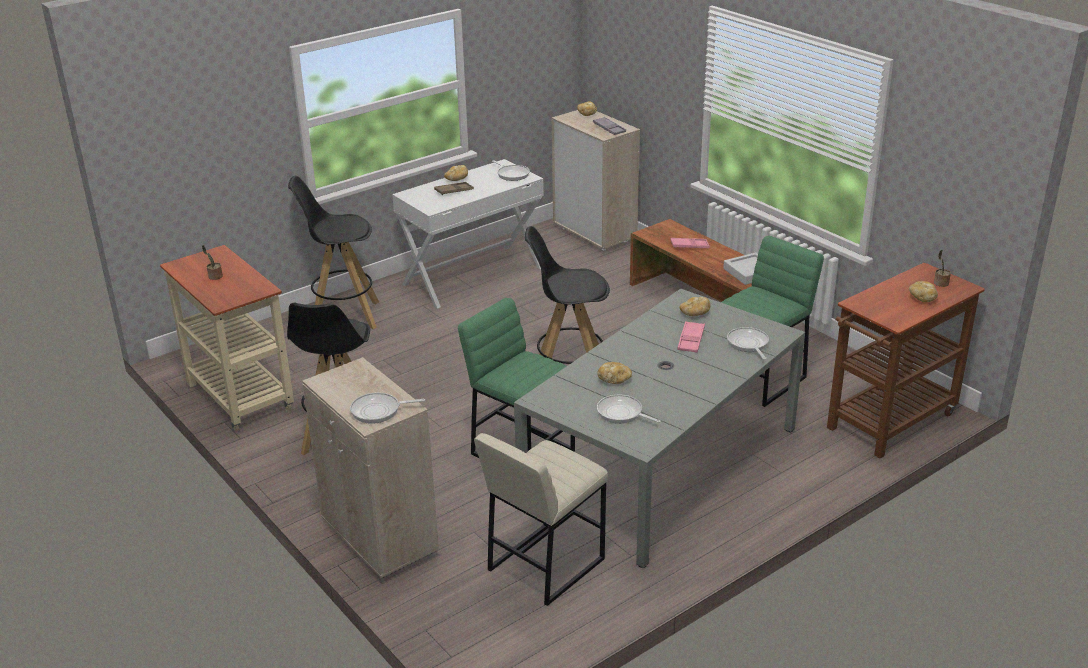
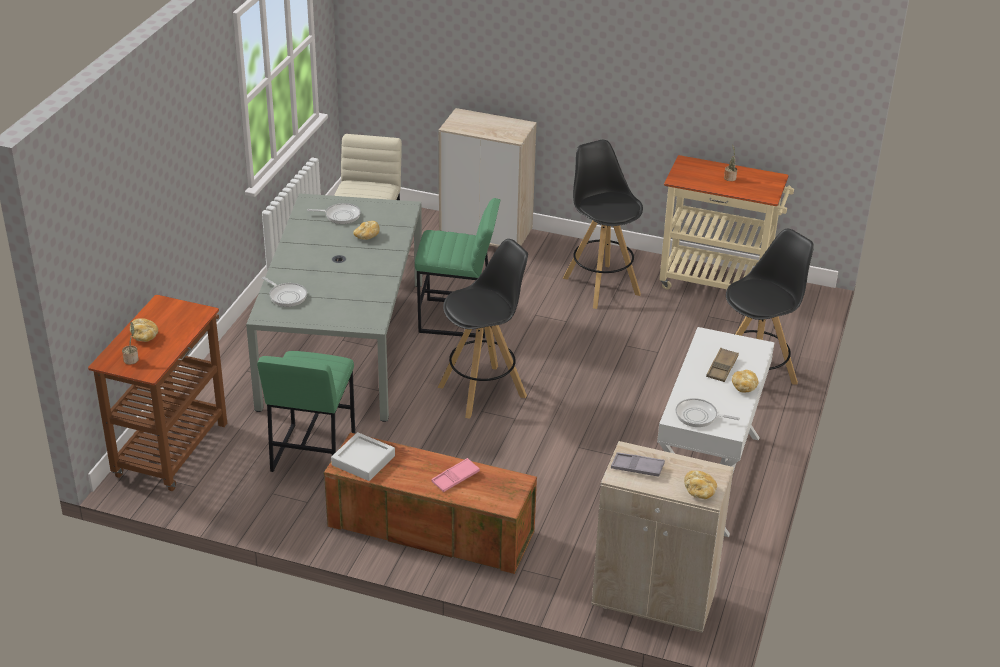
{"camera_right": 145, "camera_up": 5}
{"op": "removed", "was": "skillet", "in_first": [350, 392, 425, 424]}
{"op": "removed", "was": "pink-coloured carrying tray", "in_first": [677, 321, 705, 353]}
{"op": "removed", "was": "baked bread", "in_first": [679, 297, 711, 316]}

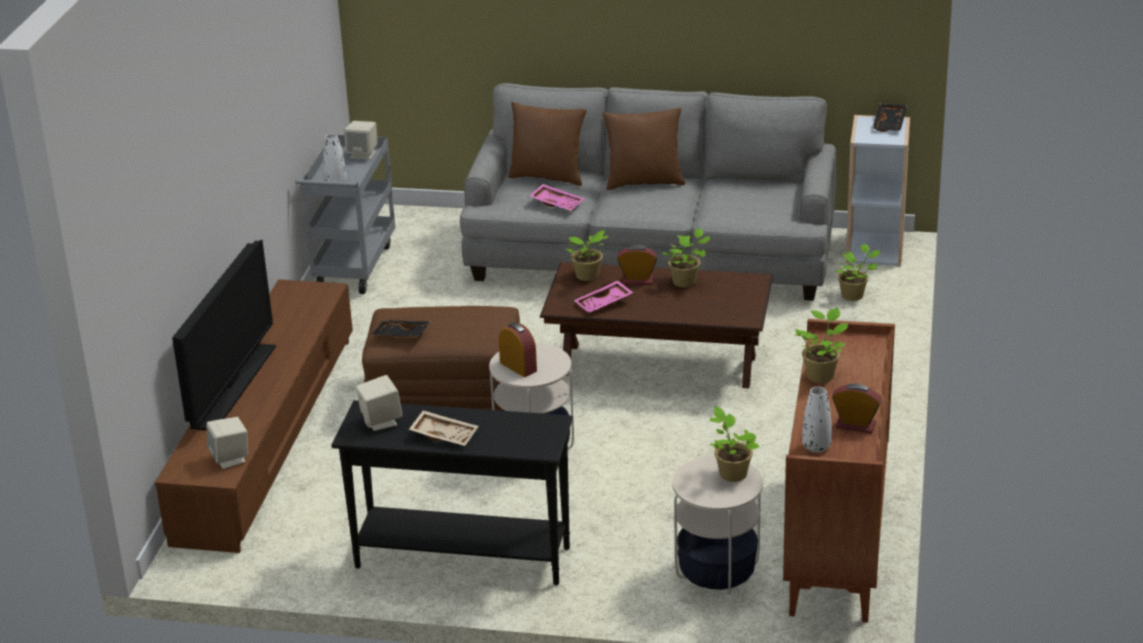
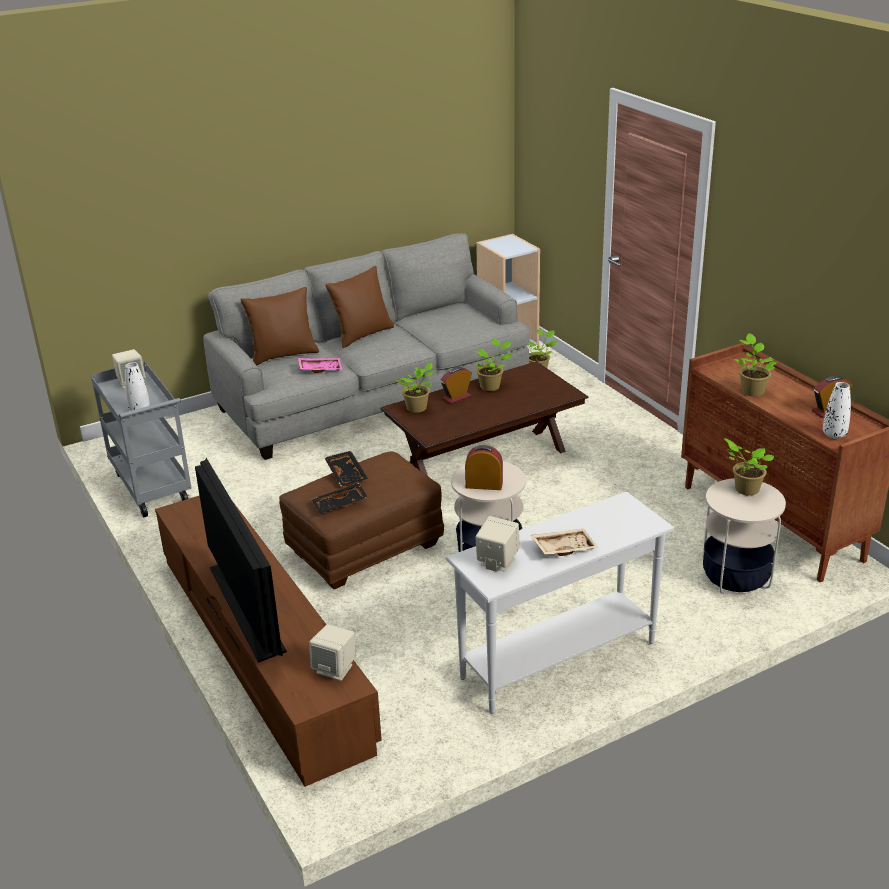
{"camera_right": -40, "camera_up": 0}
{"op": "moved", "was": "blackish carrying tray", "in_first": [872, 103, 907, 132], "in_second": [325, 451, 368, 486]}
{"op": "recoloured", "was": "blackish narrow table", "now": "white-coloured narrow table", "in_first": [331, 400, 573, 586], "in_second": [446, 491, 674, 714]}
{"op": "removed", "was": "pink-coloured carrying tray", "in_first": [574, 280, 633, 312]}

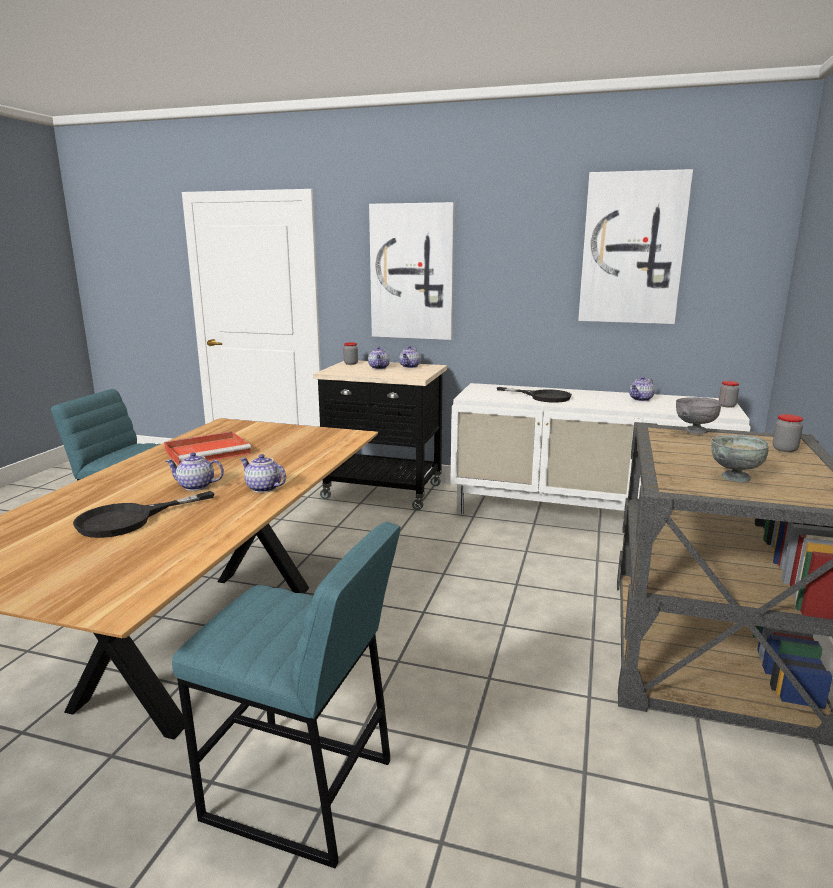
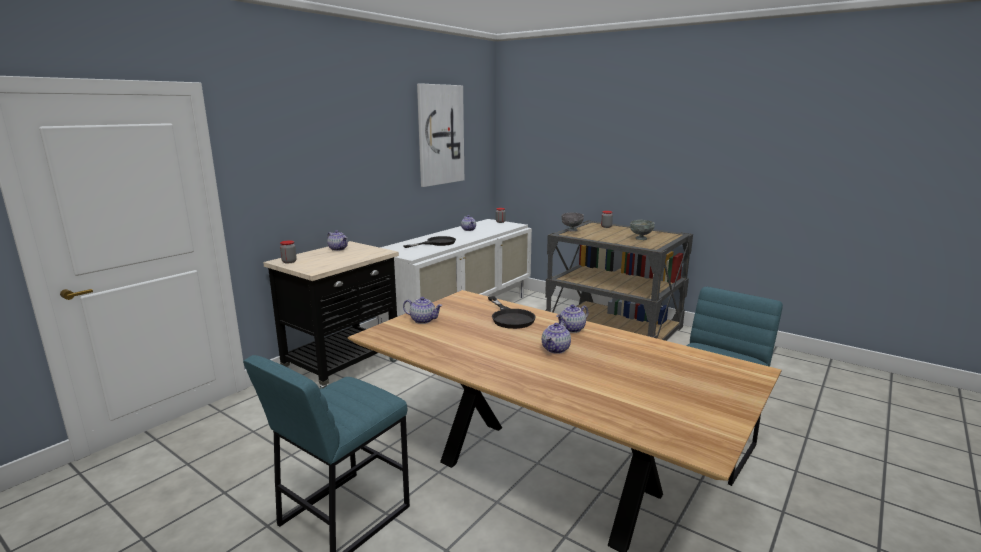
{"camera_right": -70, "camera_up": 0}
{"op": "moved", "was": "tea pot", "in_first": [368, 346, 390, 369], "in_second": [403, 297, 443, 324]}
{"op": "moved", "was": "blackish skillet", "in_first": [73, 491, 214, 538], "in_second": [488, 296, 536, 329]}
{"op": "removed", "was": "red carrying tray", "in_first": [164, 431, 251, 465]}
{"op": "removed", "was": "wall picture", "in_first": [369, 202, 455, 340]}

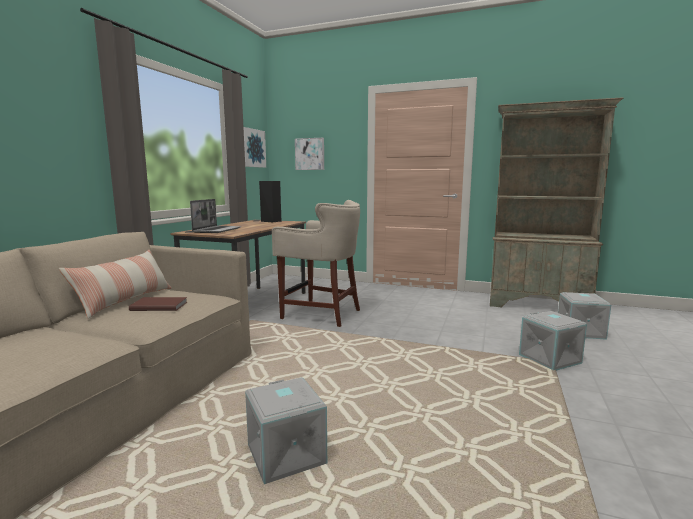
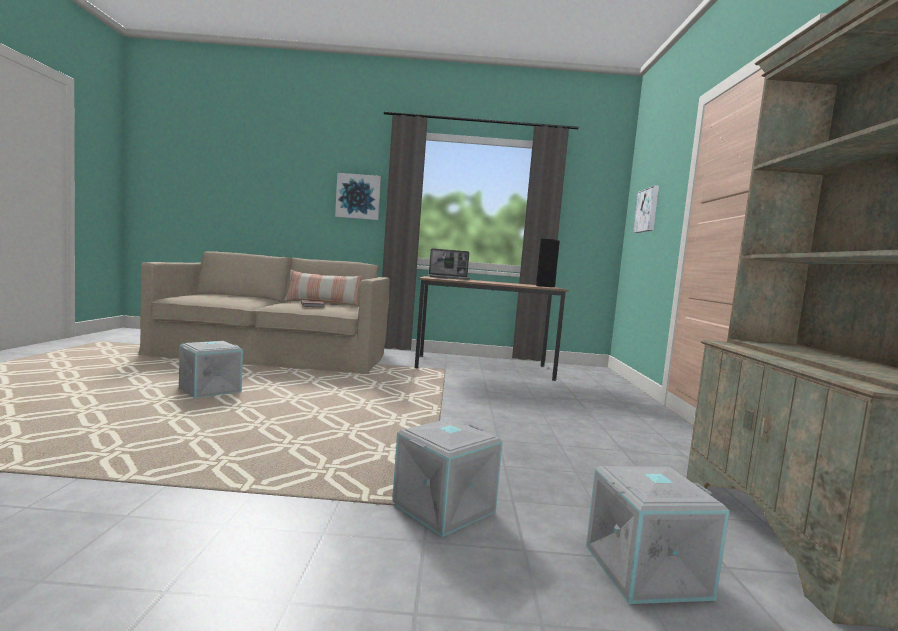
{"camera_right": 70, "camera_up": -5}
{"op": "moved", "was": "wall picture", "in_first": [243, 127, 266, 168], "in_second": [335, 173, 381, 220]}
{"op": "removed", "was": "beige stool", "in_first": [272, 200, 360, 327]}

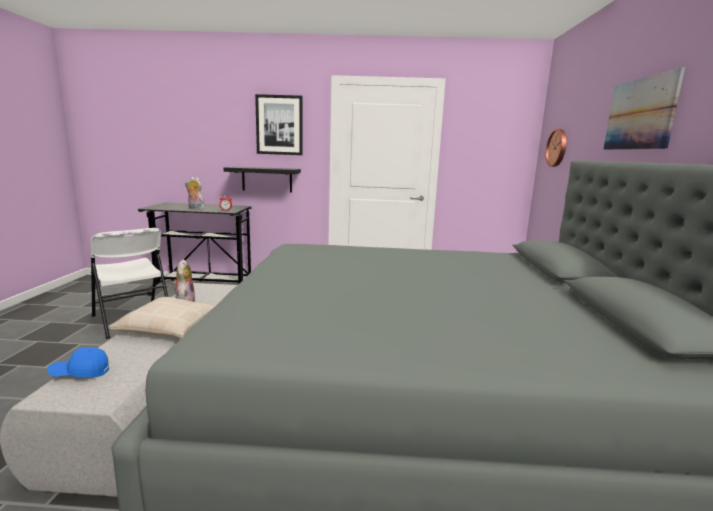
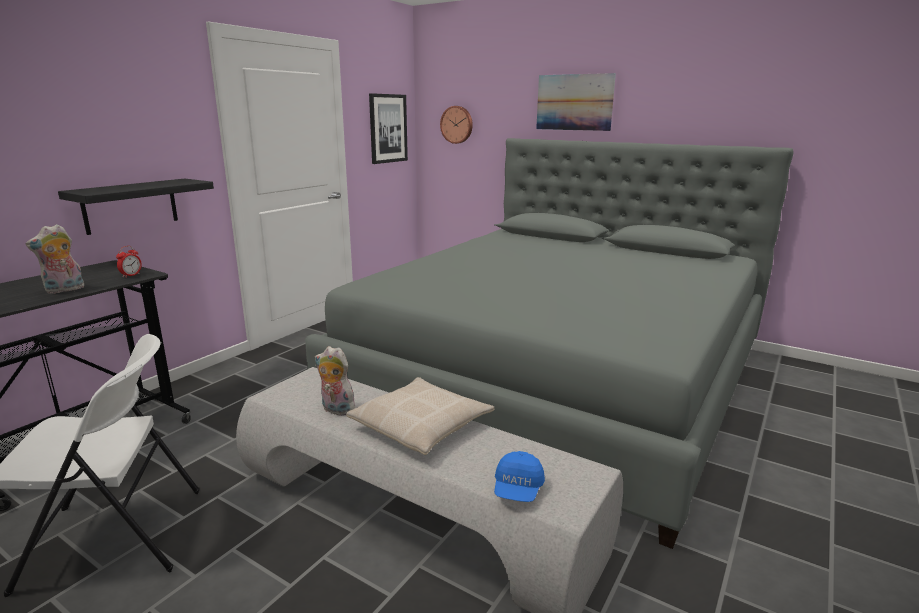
{"camera_right": -60, "camera_up": 5}
{"op": "moved", "was": "wall picture", "in_first": [255, 94, 303, 155], "in_second": [369, 93, 408, 164]}

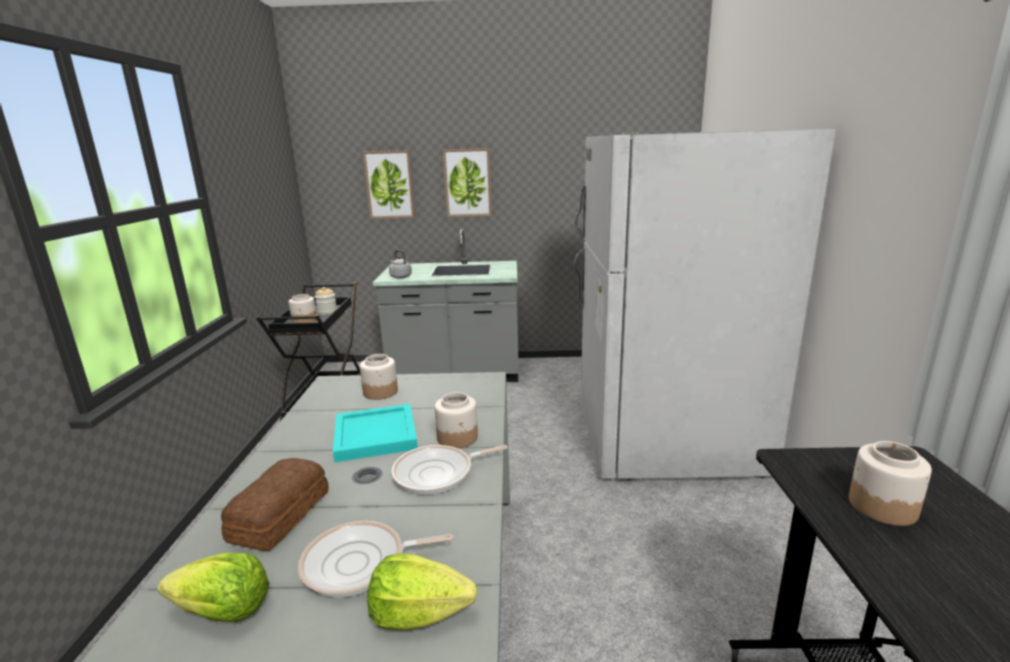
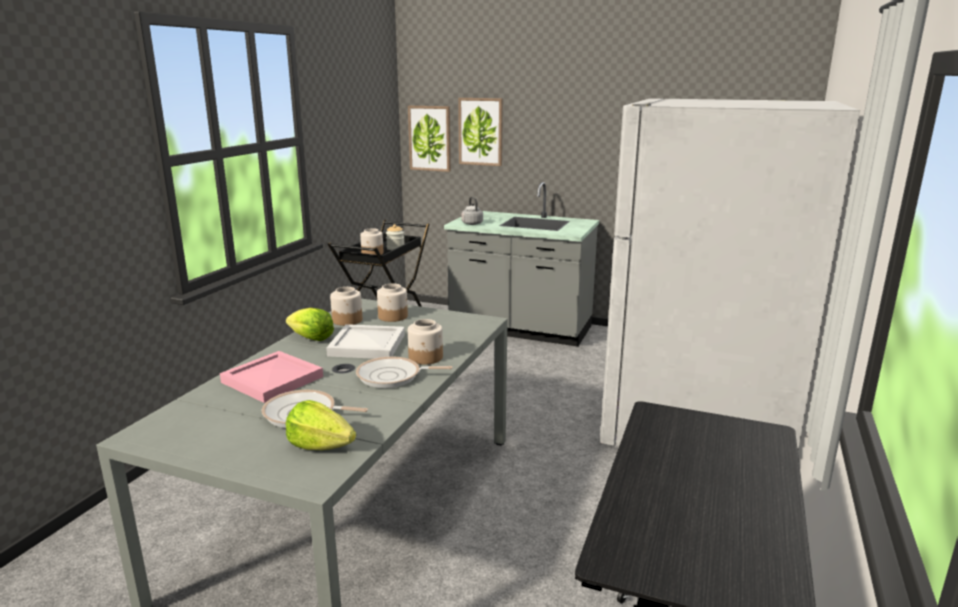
{"camera_right": 20, "camera_up": 0}
{"op": "replaced", "was": "baked bread", "now": "pink-coloured carrying tray", "in_first": [221, 458, 329, 551], "in_second": [220, 351, 323, 403]}
{"op": "moved", "was": "head of lettuce", "in_first": [158, 553, 269, 622], "in_second": [286, 308, 334, 341]}
{"op": "recoloured", "was": "turquoise carrying tray", "now": "white-coloured carrying tray", "in_first": [333, 404, 418, 462], "in_second": [326, 324, 405, 359]}
{"op": "moved", "was": "jar", "in_first": [849, 441, 932, 526], "in_second": [330, 287, 362, 326]}
{"op": "moved", "was": "wall picture", "in_first": [443, 148, 492, 217], "in_second": [408, 106, 451, 172]}

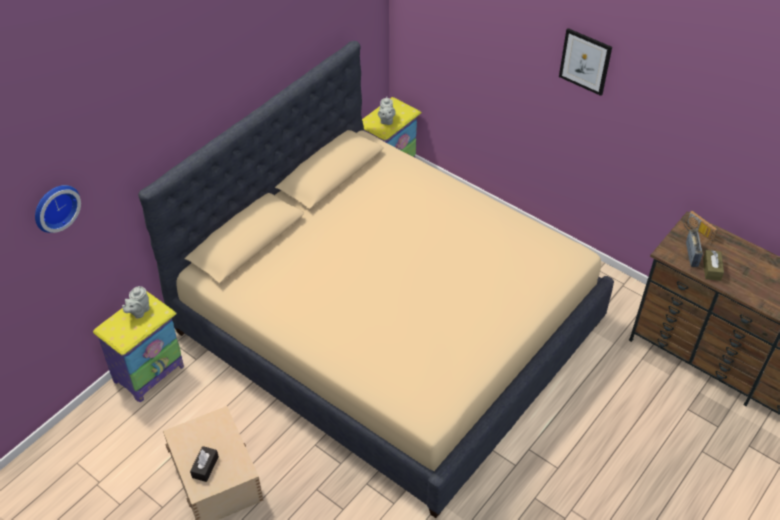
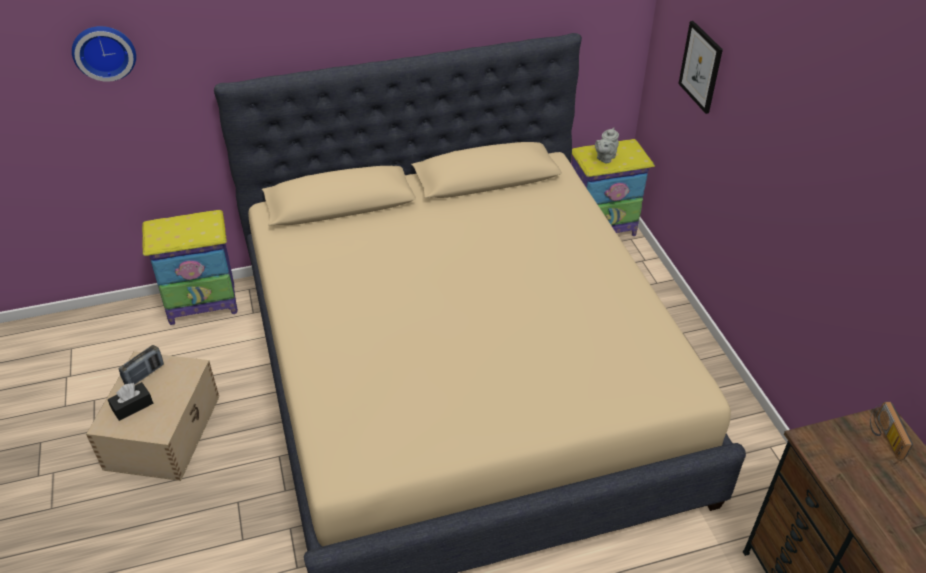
{"camera_right": 35, "camera_up": -5}
{"op": "moved", "was": "radio", "in_first": [686, 229, 703, 267], "in_second": [119, 345, 164, 385]}
{"op": "moved", "was": "wall picture", "in_first": [559, 28, 612, 96], "in_second": [678, 21, 723, 114]}
{"op": "removed", "was": "grey tea pot", "in_first": [122, 286, 150, 318]}
{"op": "removed", "was": "brownish tissue holder", "in_first": [703, 250, 724, 281]}

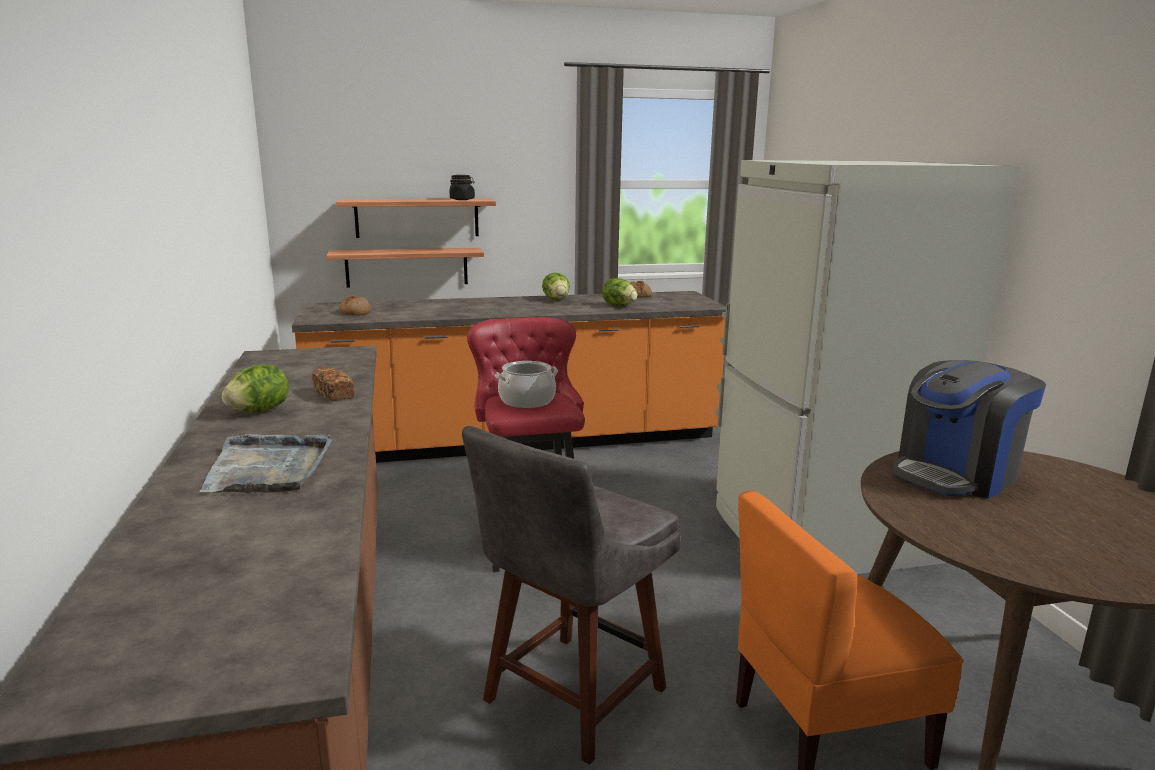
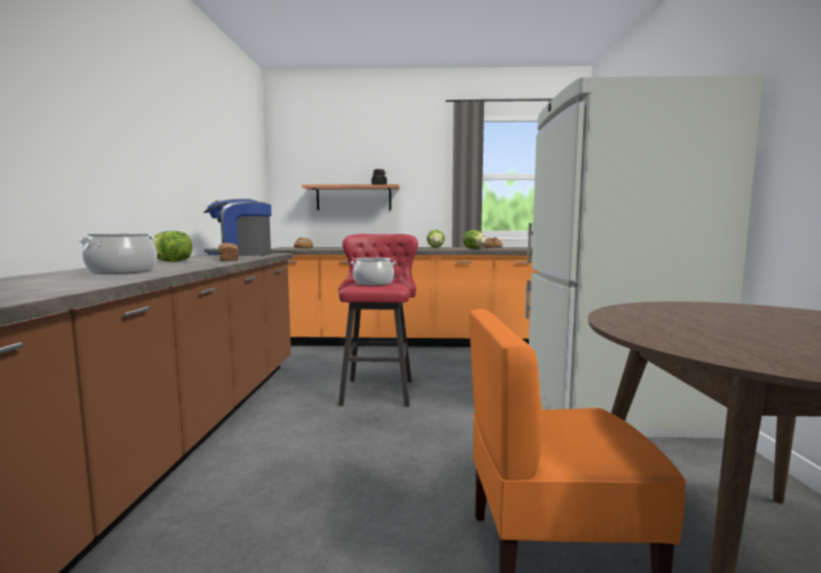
{"camera_right": 15, "camera_up": -10}
{"op": "replaced", "was": "grey carrying tray", "now": "cooking pot", "in_first": [199, 434, 333, 493], "in_second": [79, 233, 157, 274]}
{"op": "moved", "was": "coffee maker", "in_first": [892, 360, 1046, 499], "in_second": [203, 199, 272, 256]}
{"op": "removed", "was": "shelf", "in_first": [326, 248, 484, 288]}
{"op": "removed", "was": "grey stool", "in_first": [462, 426, 681, 765]}

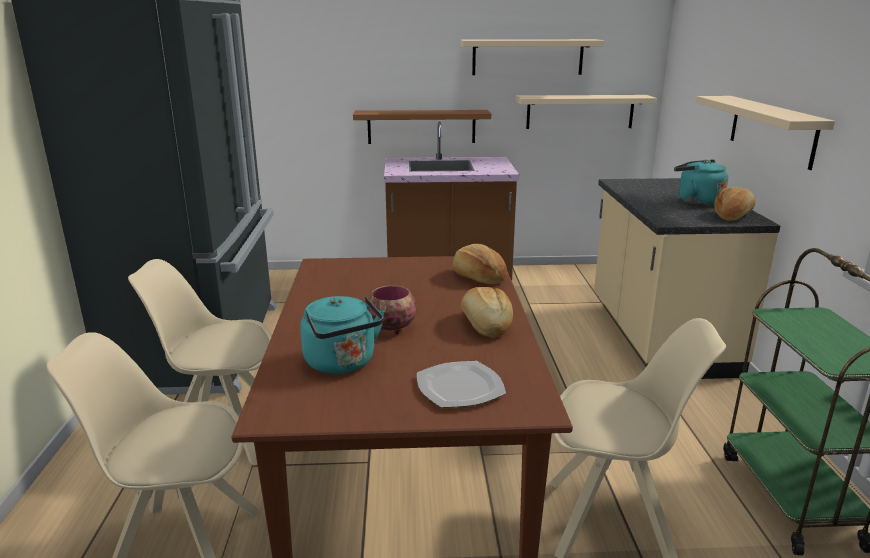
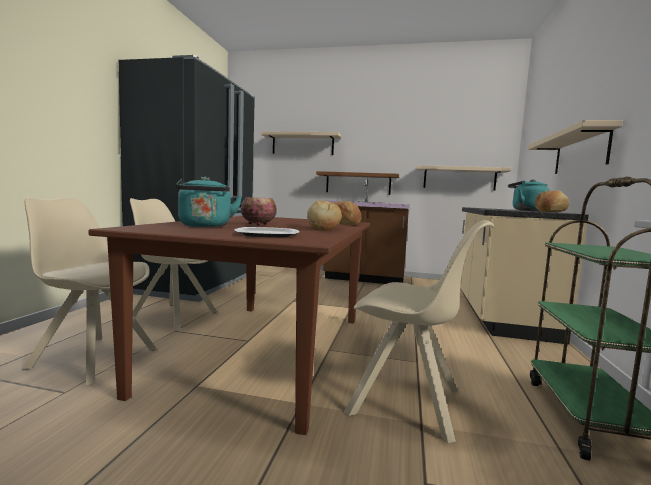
{"camera_right": 15, "camera_up": -15}
{"op": "moved", "was": "beige shelf", "in_first": [460, 39, 605, 75], "in_second": [260, 132, 341, 155]}

